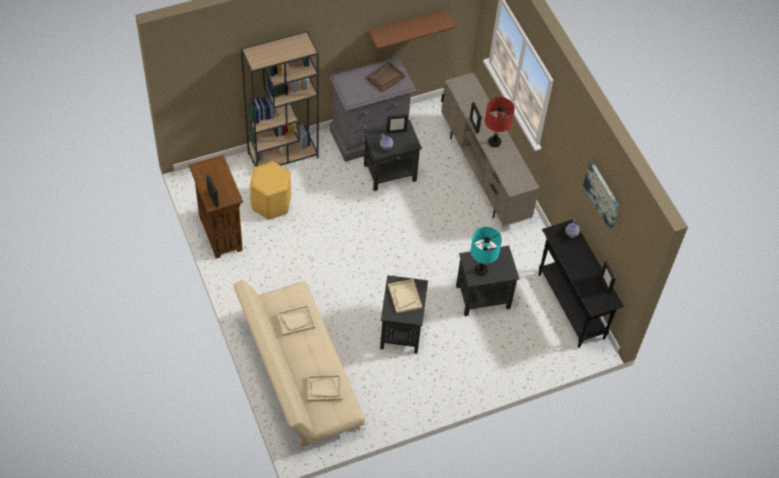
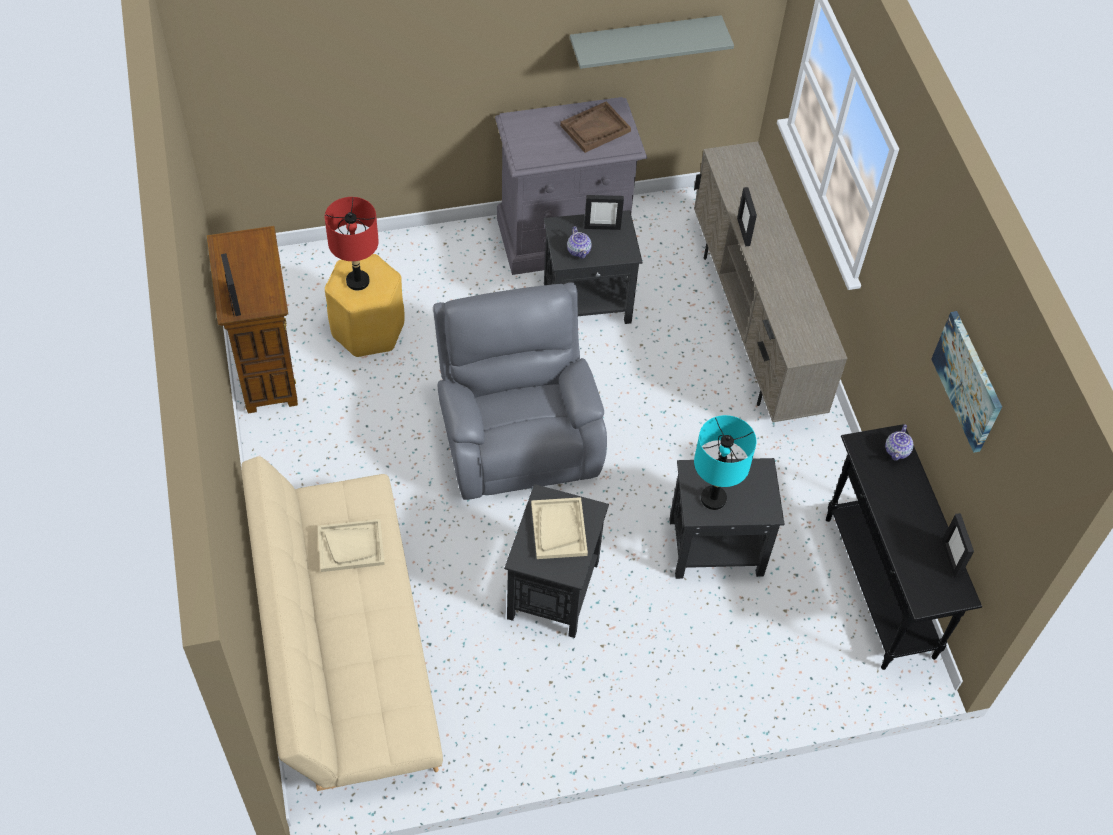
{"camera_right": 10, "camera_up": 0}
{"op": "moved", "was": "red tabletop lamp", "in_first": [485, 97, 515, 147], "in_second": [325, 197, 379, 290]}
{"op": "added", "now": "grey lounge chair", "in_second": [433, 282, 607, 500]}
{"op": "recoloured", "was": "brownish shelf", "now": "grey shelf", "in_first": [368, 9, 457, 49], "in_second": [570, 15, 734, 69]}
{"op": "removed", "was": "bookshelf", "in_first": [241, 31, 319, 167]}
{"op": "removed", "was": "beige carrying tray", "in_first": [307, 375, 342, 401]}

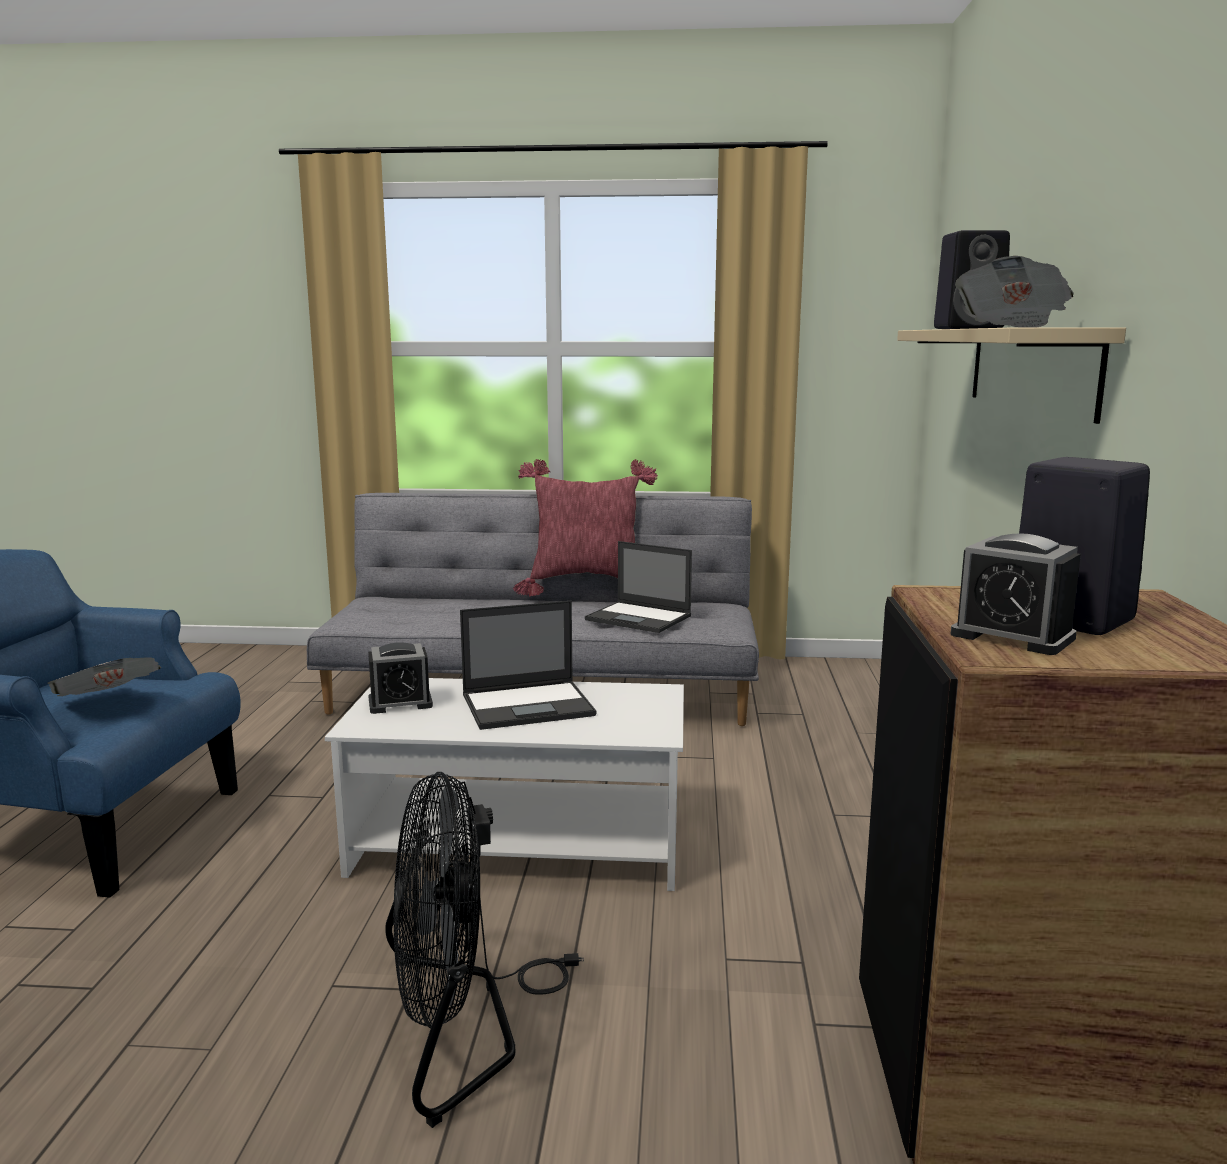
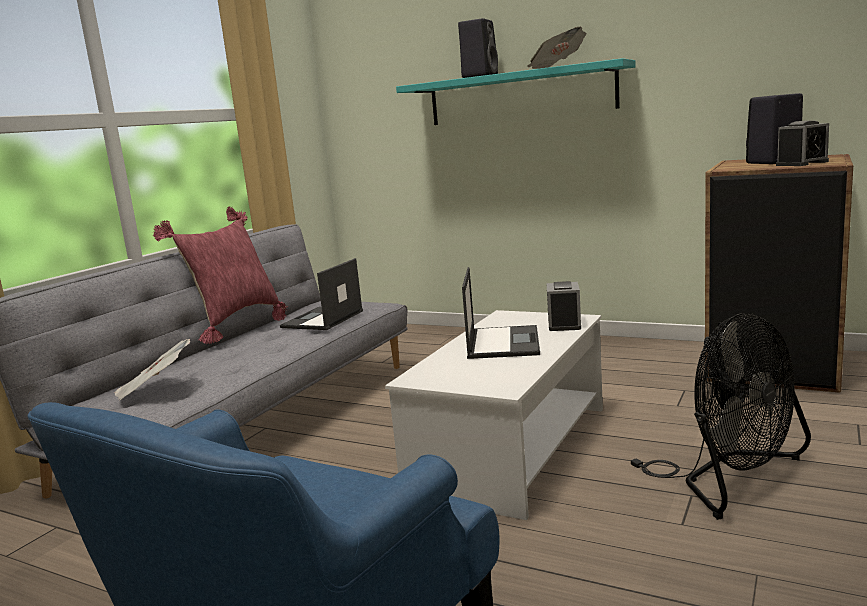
{"camera_right": -65, "camera_up": 0}
{"op": "moved", "was": "printed paper", "in_first": [48, 657, 161, 696], "in_second": [115, 339, 190, 400]}
{"op": "turned", "was": "portable computer", "in_first": [585, 541, 692, 633], "in_second": [280, 258, 363, 330], "clockwise": 150}
{"op": "recoloured", "was": "beige shelf", "now": "turquoise shelf", "in_first": [897, 327, 1126, 424], "in_second": [396, 58, 636, 125]}
{"op": "moved", "was": "alarm clock", "in_first": [368, 642, 433, 714], "in_second": [546, 281, 581, 331]}
{"op": "turned", "was": "blackish electric fan", "in_first": [385, 772, 584, 1128], "in_second": [630, 313, 811, 520], "clockwise": -45}

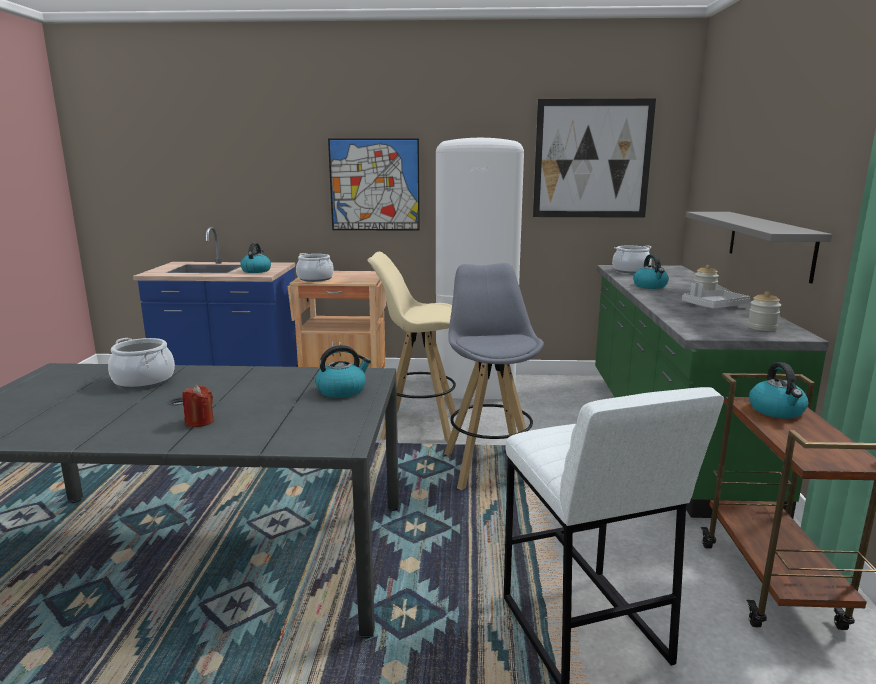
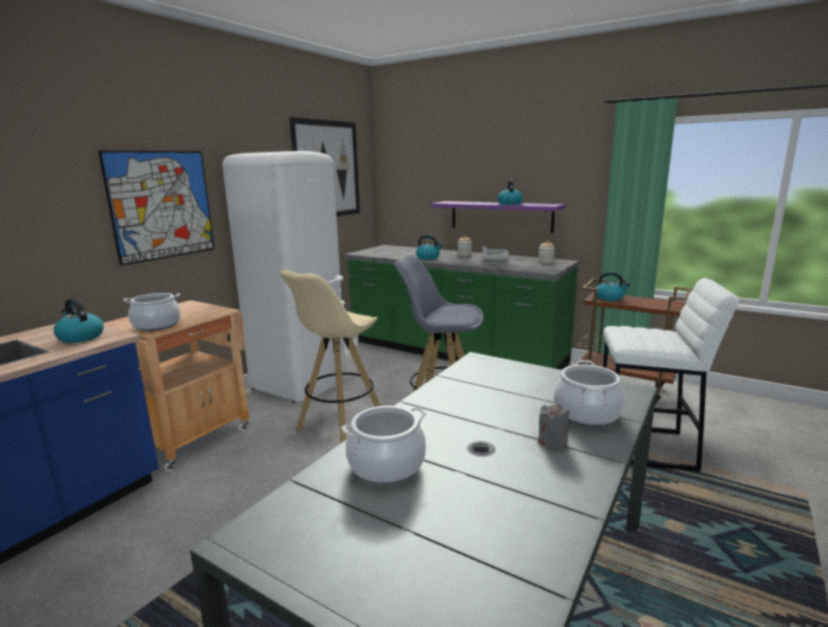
{"camera_right": -60, "camera_up": 0}
{"op": "recoloured", "was": "grey shelf", "now": "purple-coloured shelf", "in_first": [686, 212, 832, 283], "in_second": [430, 201, 566, 233]}
{"op": "moved", "was": "water kettle", "in_first": [315, 345, 371, 398], "in_second": [498, 179, 523, 205]}
{"op": "recoloured", "was": "red candle", "now": "grey candle", "in_first": [183, 385, 214, 427], "in_second": [538, 403, 570, 448]}
{"op": "moved", "was": "cooking pot", "in_first": [612, 245, 652, 274], "in_second": [554, 360, 625, 426]}

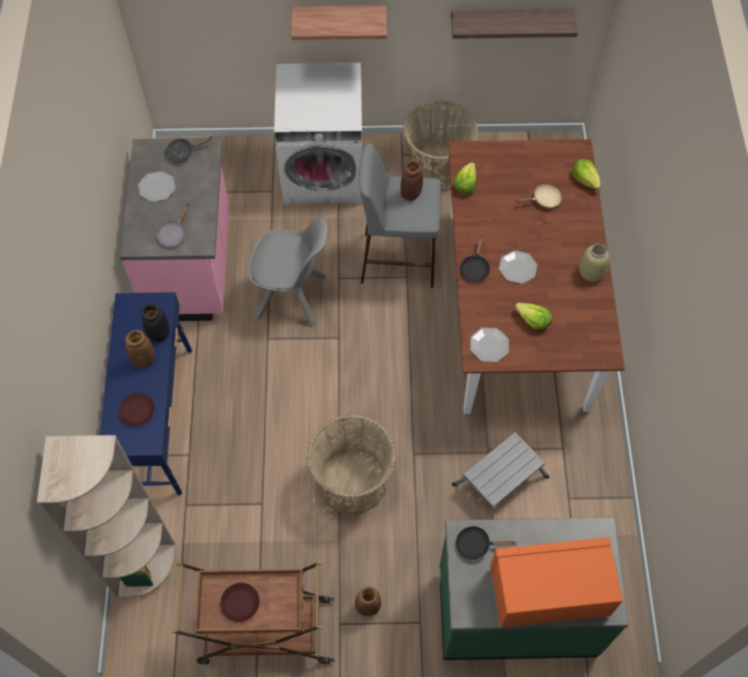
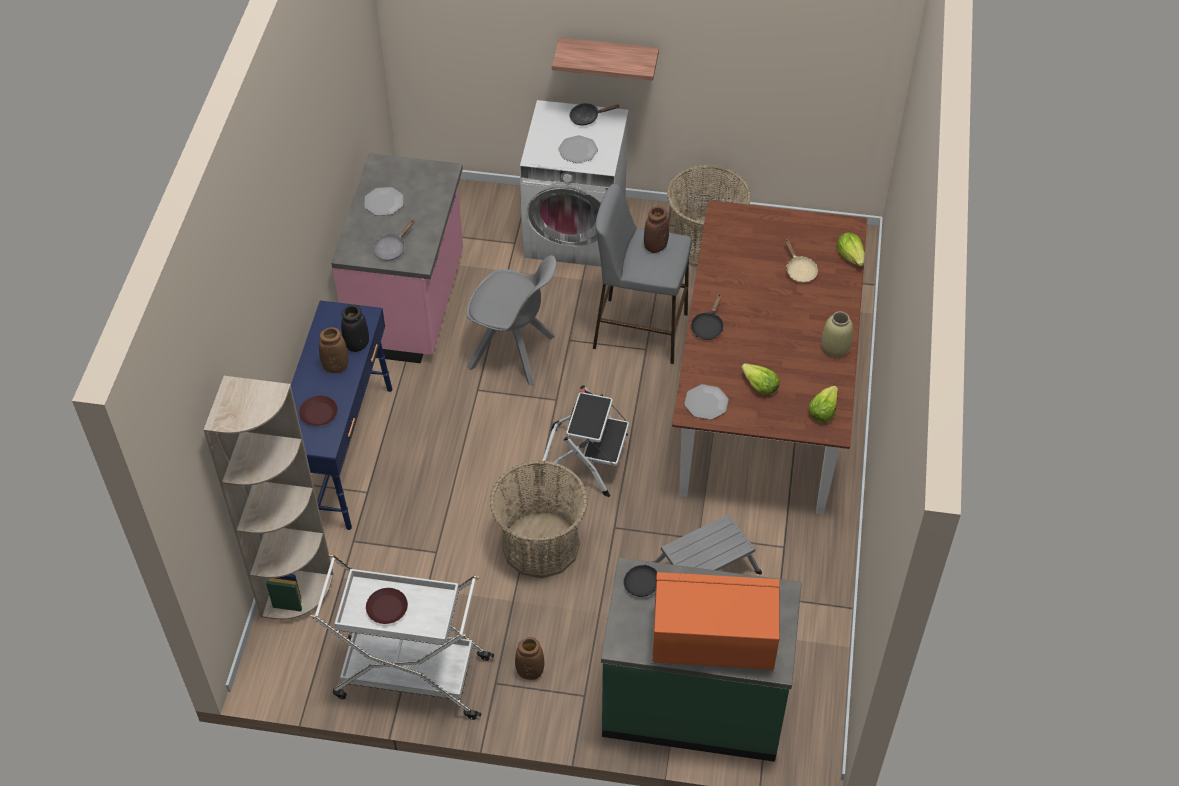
{"camera_right": 10, "camera_up": -10}
{"op": "recoloured", "was": "brownish cart", "now": "white-coloured cart", "in_first": [171, 562, 334, 665], "in_second": [310, 555, 494, 720]}
{"op": "added", "now": "stepladder", "in_second": [536, 385, 629, 497]}
{"op": "moved", "was": "dinner plate", "in_first": [499, 251, 537, 284], "in_second": [558, 135, 598, 163]}
{"op": "moved", "was": "blackish skillet", "in_first": [165, 137, 212, 163], "in_second": [569, 103, 619, 126]}
{"op": "turned", "was": "beige skillet", "in_first": [515, 184, 562, 208], "in_second": [784, 238, 818, 283], "clockwise": 75}
{"op": "moved", "was": "head of lettuce", "in_first": [453, 162, 476, 195], "in_second": [808, 386, 838, 423]}
{"op": "removed", "was": "shelf", "in_first": [451, 9, 578, 39]}

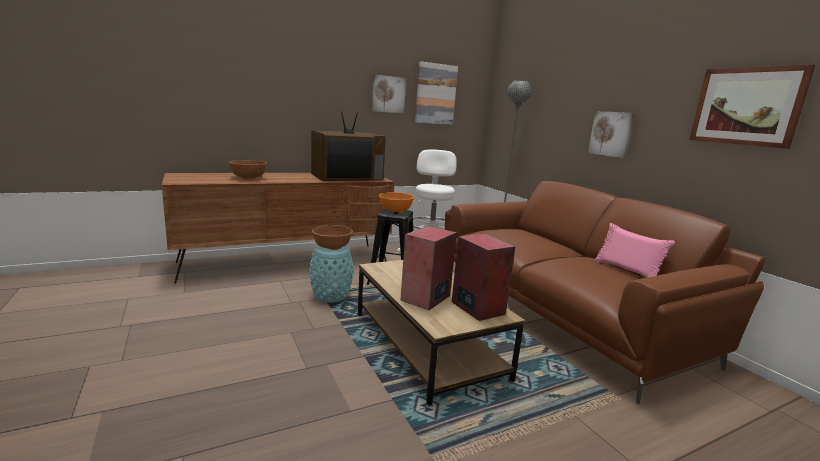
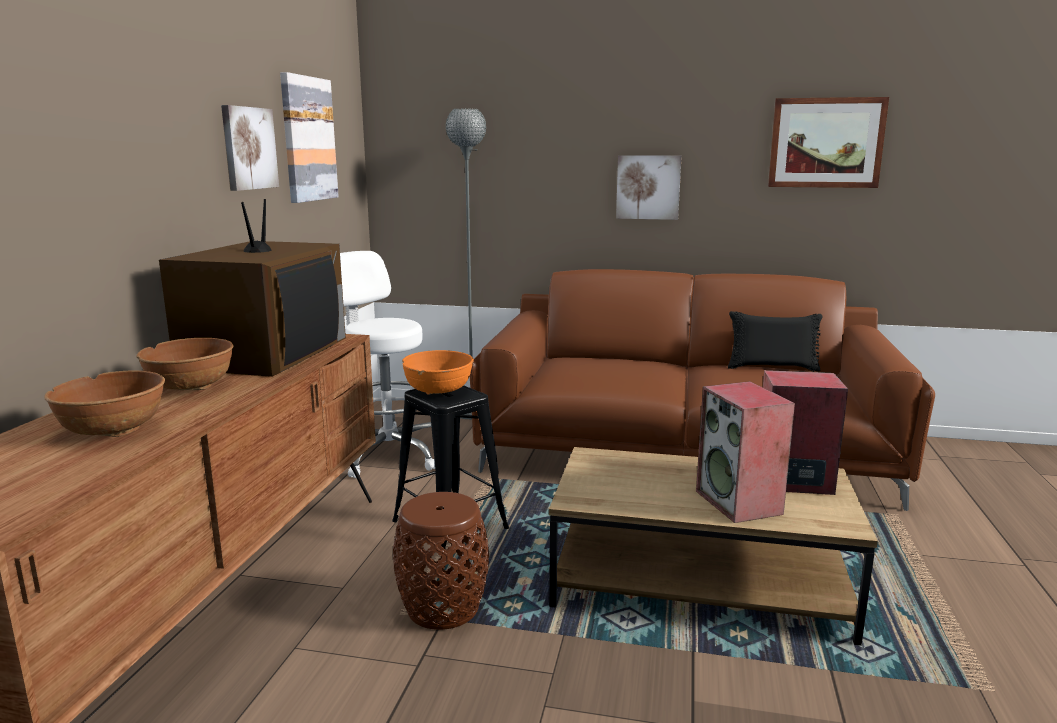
{"camera_right": -50, "camera_up": 0}
{"op": "moved", "was": "brownish deep dish", "in_first": [312, 225, 353, 250], "in_second": [136, 338, 234, 390]}
{"op": "recoloured", "was": "turquoise stool", "now": "brownish stool", "in_first": [309, 245, 353, 303], "in_second": [393, 492, 489, 630]}
{"op": "recoloured", "was": "pink-coloured pillow", "now": "blackish pillow", "in_first": [594, 223, 675, 278], "in_second": [728, 311, 822, 372]}

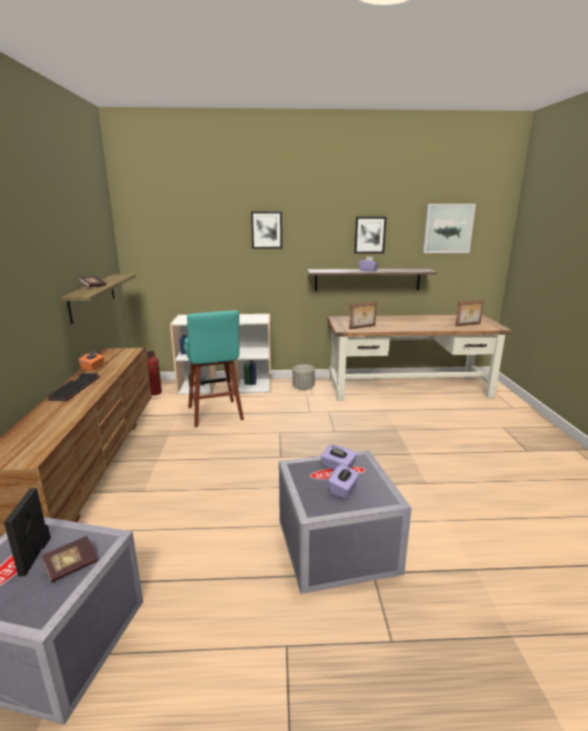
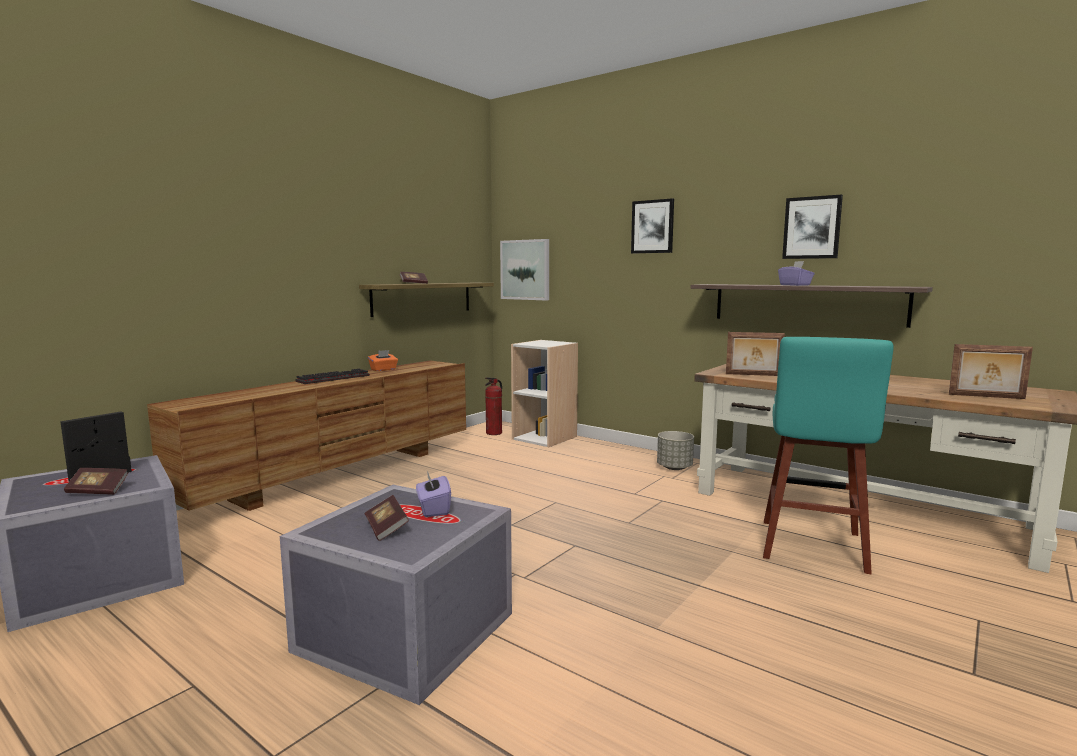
{"camera_right": 40, "camera_up": -10}
{"op": "replaced", "was": "purple-coloured tissue holder", "now": "book", "in_first": [328, 464, 360, 499], "in_second": [365, 495, 409, 541]}
{"op": "moved", "was": "wall picture", "in_first": [423, 204, 476, 253], "in_second": [500, 239, 549, 301]}
{"op": "moved", "was": "turquoise stool", "in_first": [184, 310, 244, 427], "in_second": [763, 337, 894, 574]}
{"op": "removed", "was": "bookshelf", "in_first": [235, 314, 271, 393]}

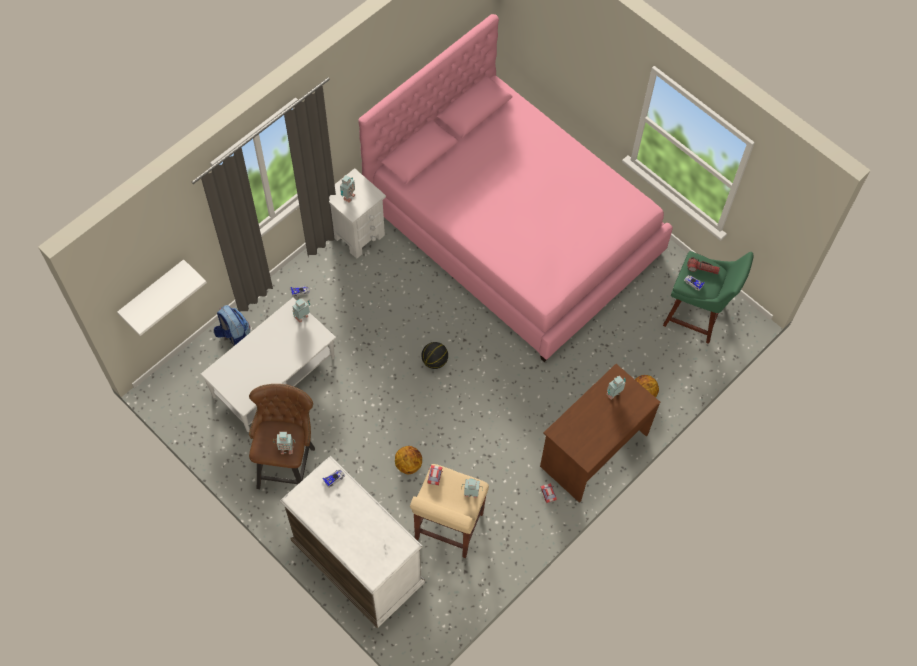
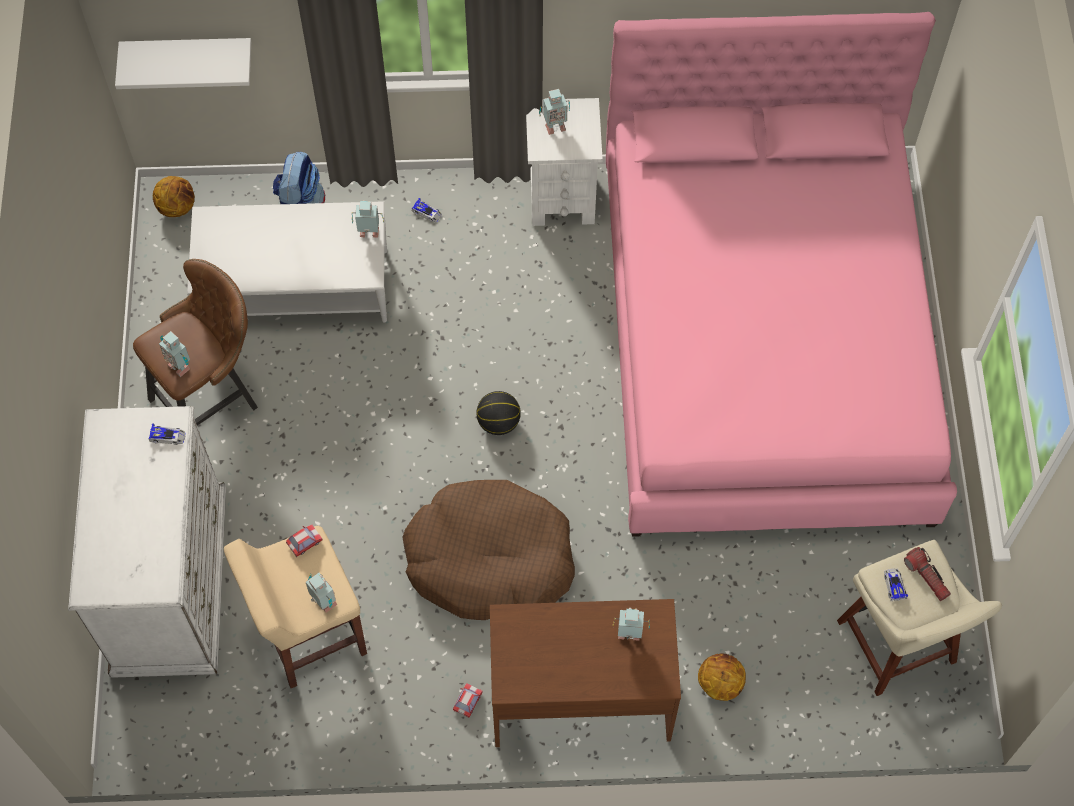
{"camera_right": 45, "camera_up": 0}
{"op": "moved", "was": "basketball ball", "in_first": [395, 446, 422, 474], "in_second": [153, 176, 195, 217]}
{"op": "added", "now": "brownish dog cushion", "in_second": [402, 480, 575, 620]}
{"op": "recoloured", "was": "greenish stool", "now": "beige stool", "in_first": [663, 251, 754, 344], "in_second": [837, 540, 1002, 696]}

